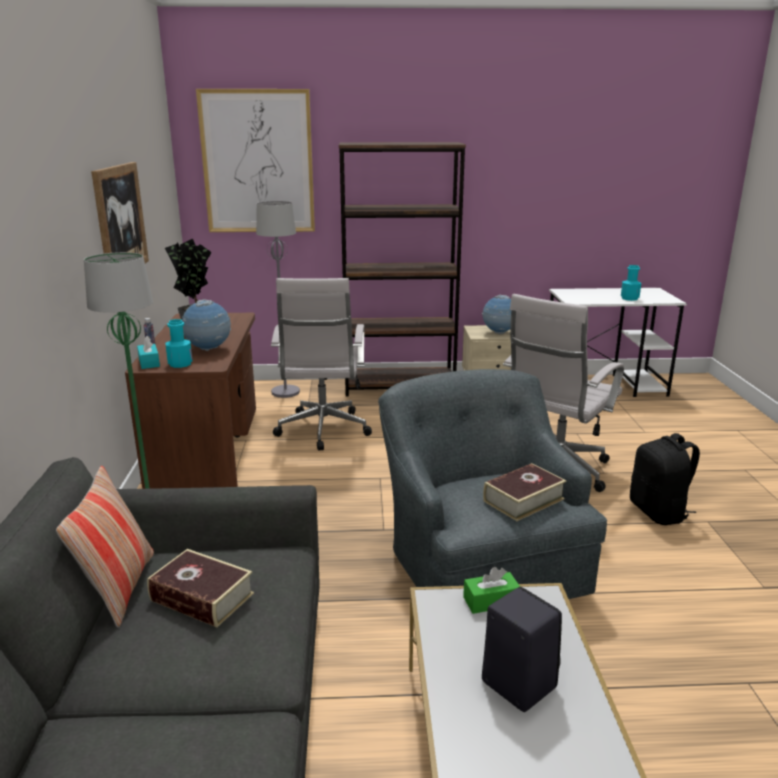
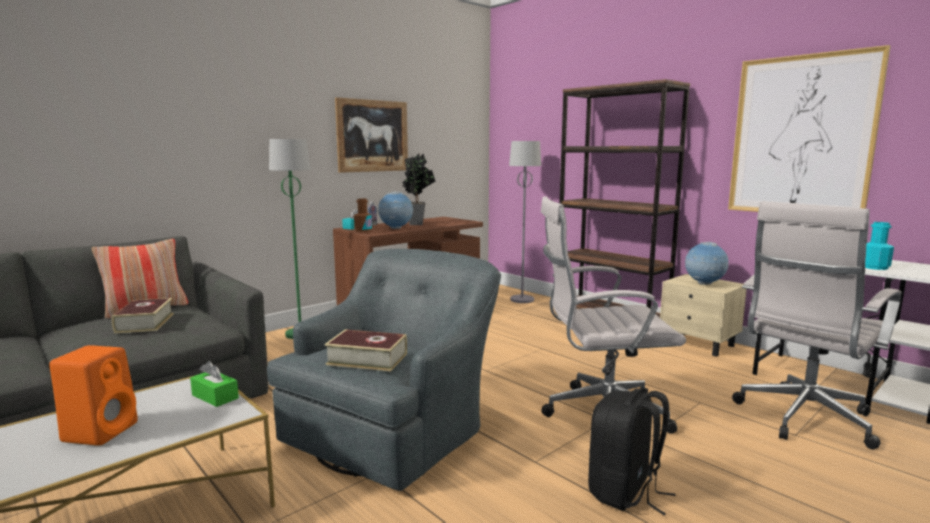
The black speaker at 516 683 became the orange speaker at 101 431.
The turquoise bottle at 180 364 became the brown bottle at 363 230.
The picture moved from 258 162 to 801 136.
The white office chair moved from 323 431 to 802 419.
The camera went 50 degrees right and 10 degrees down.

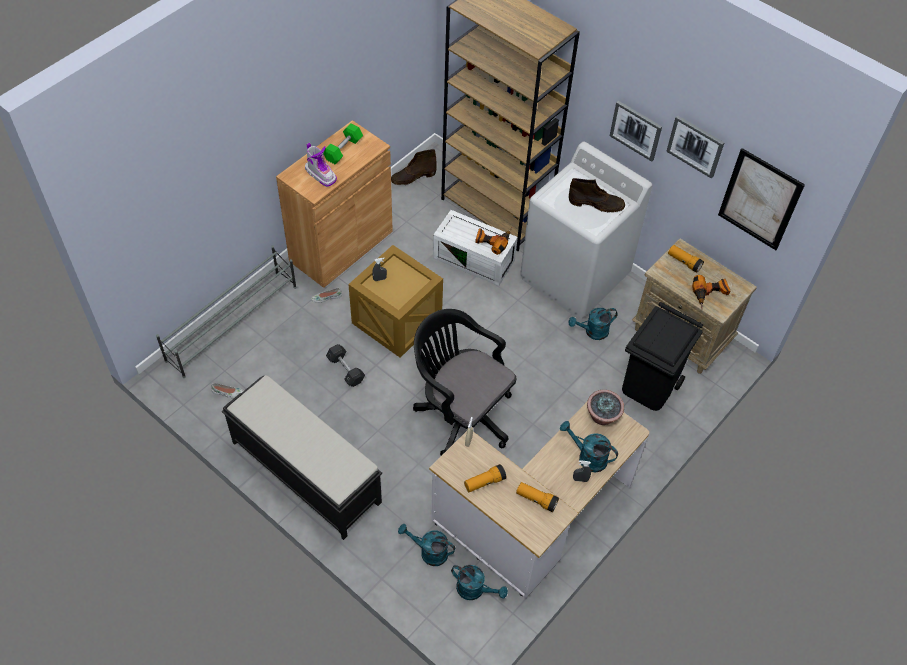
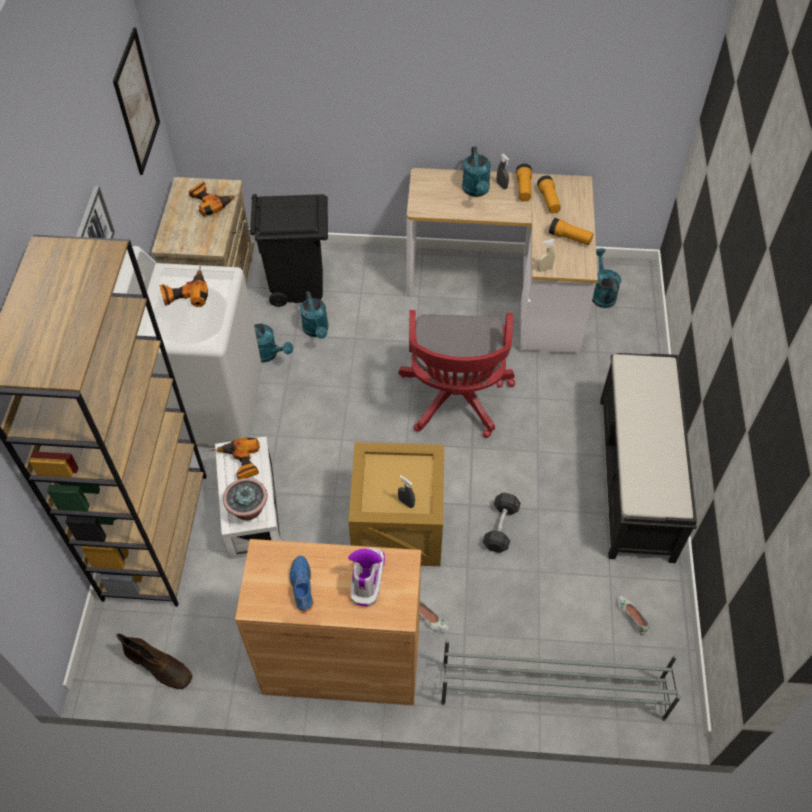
The brown boot at 596 204 was replaced by the power drill at 185 292.
The potted plant moved from 602 417 to 248 509.
The green dumbbell at 343 149 was replaced by the blue shoe at 301 586.
The turquoise watering can moved from 429 552 to 317 330.
The black office chair at 460 413 became the red office chair at 455 400.
The flashlight moved from 684 262 to 523 188.
The picture at 695 146 disappeared.
The camera went 125 degrees left and 0 degrees up.

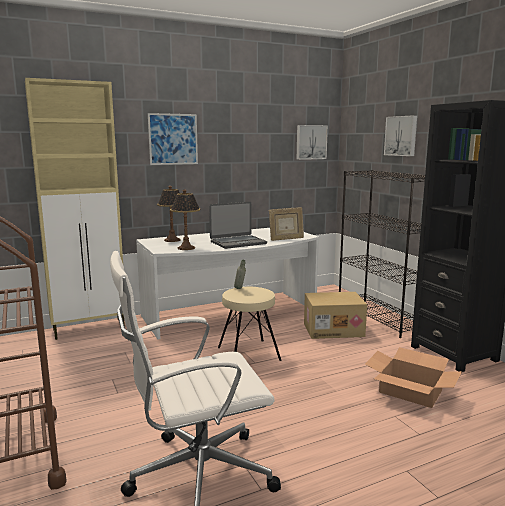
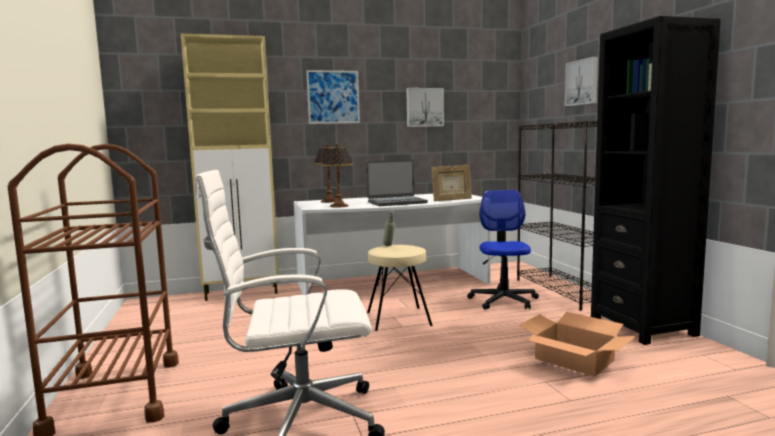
The picture moved from 311 142 to 424 107.
The cardboard box at 333 329 was replaced by the office chair at 503 300.
The camera went 10 degrees right and 5 degrees down.

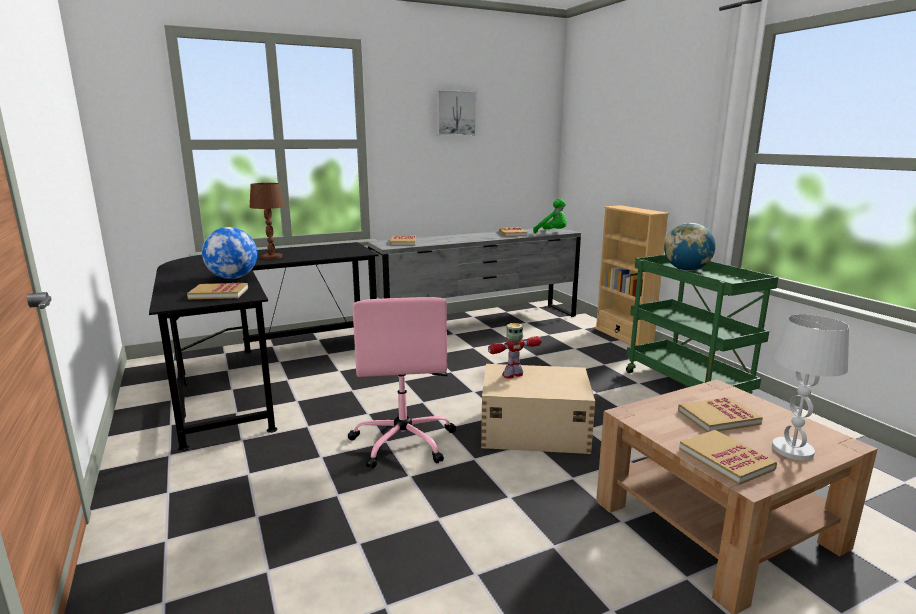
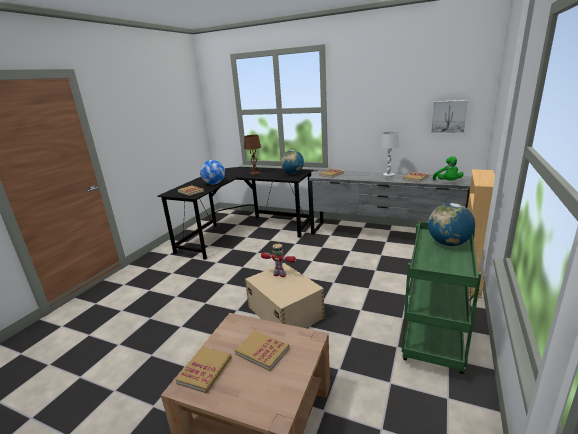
The globe at 293 173 appeared.
The white table lamp moved from 793 450 to 388 175.
The picture moved from 455 113 to 448 117.
The pink office chair at 403 441 disappeared.
The camera went 50 degrees right and 5 degrees up.

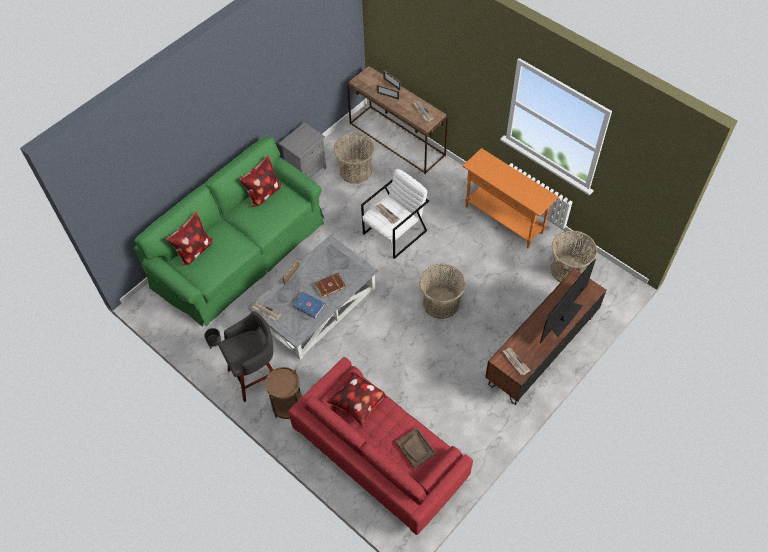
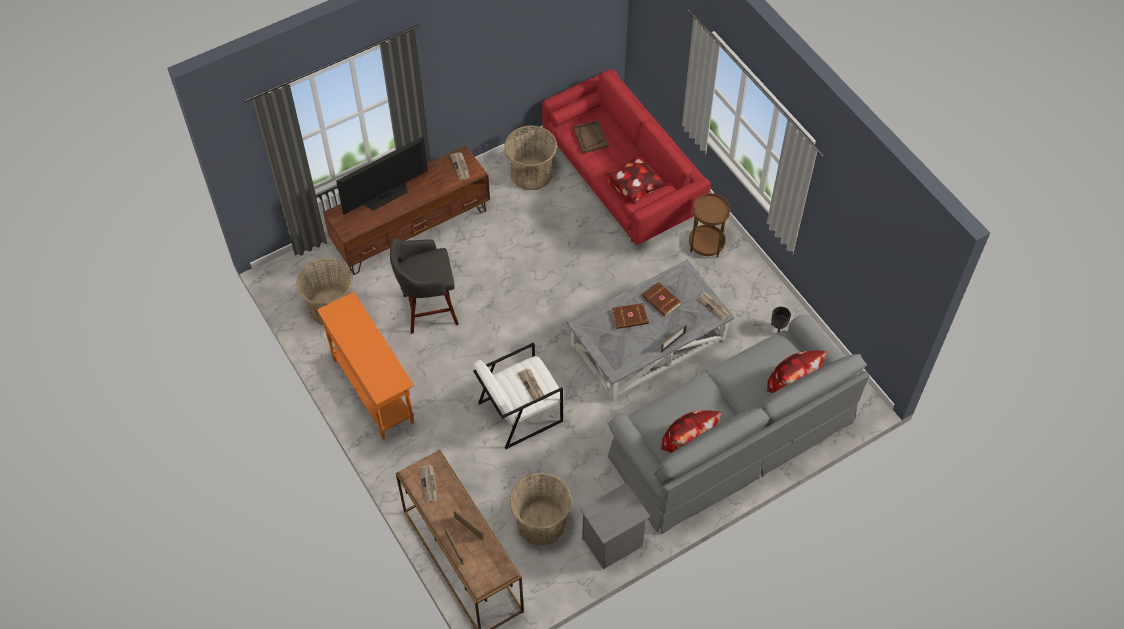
The grey stool moved from 256 376 to 428 310.
The basket moved from 441 303 to 531 173.
The green sofa at 240 252 became the grey sofa at 730 438.
The blue book at 309 305 became the brown book at 661 301.
The camera went 165 degrees left and 0 degrees up.

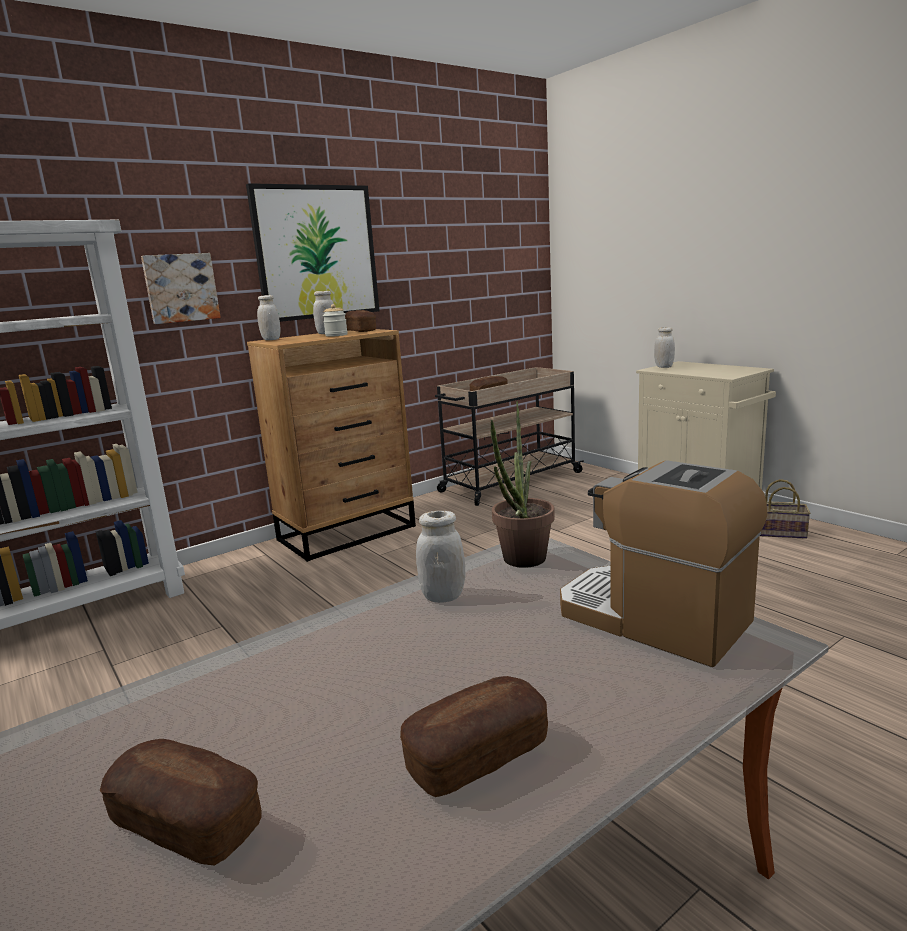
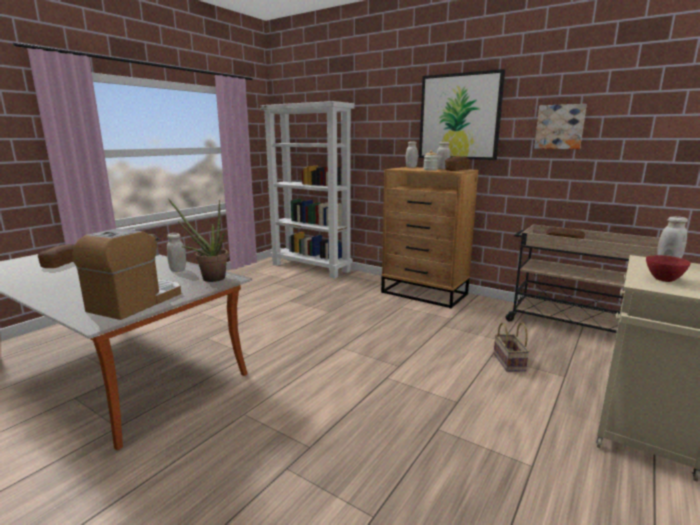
The basket moved from 781 532 to 510 362.
The picture moved from 181 288 to 559 127.
The red bowl at 663 279 appeared.
The bread at 477 756 disappeared.
The camera went 70 degrees right and 0 degrees up.

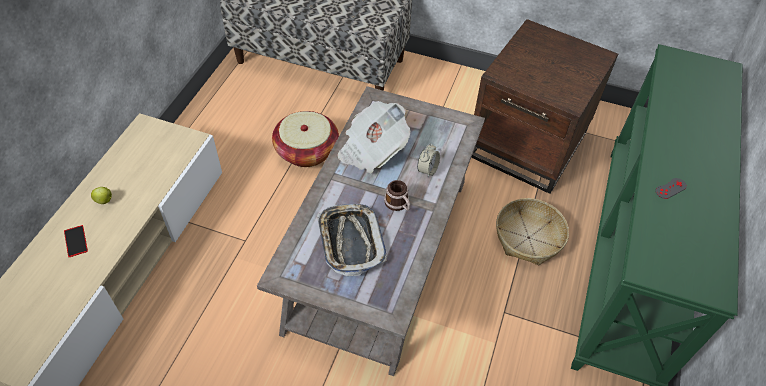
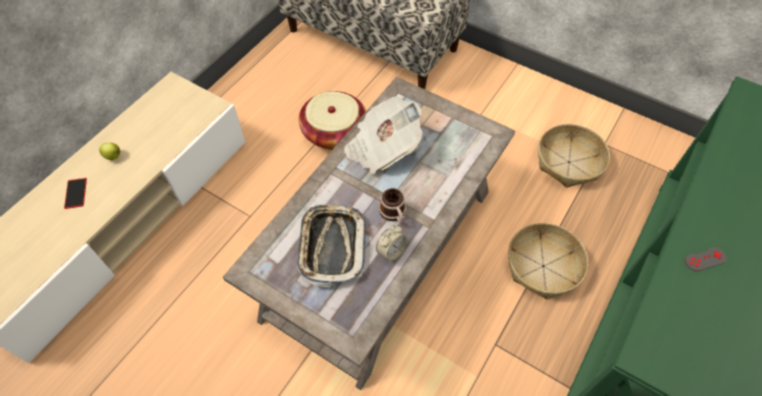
The alarm clock moved from 427 170 to 391 251.
The brown side table at 528 144 was replaced by the basket at 569 162.
The camera went 15 degrees right and 5 degrees up.

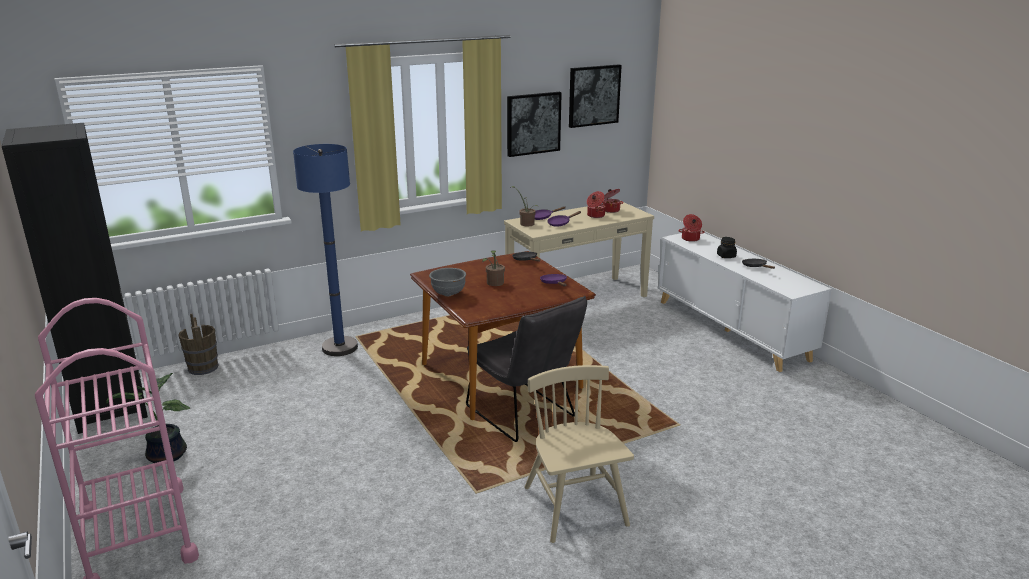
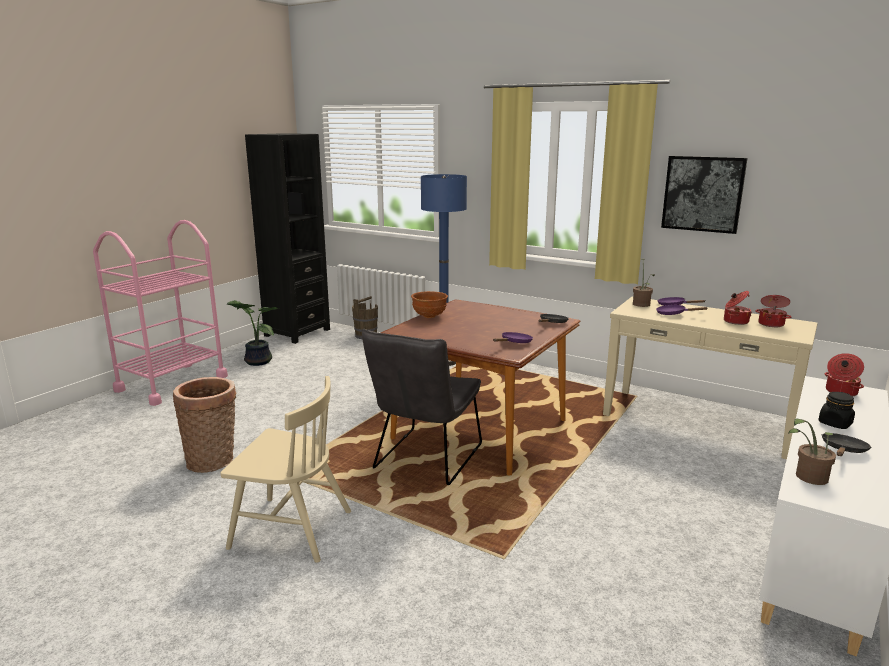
The basket at 213 460 appeared.
The beige chair at 575 506 turned 60 degrees clockwise.
The grey bowl at 448 294 became the brown bowl at 430 316.
The potted plant moved from 494 283 to 807 477.
The picture at 593 95 disappeared.
The camera went 60 degrees right and 5 degrees down.

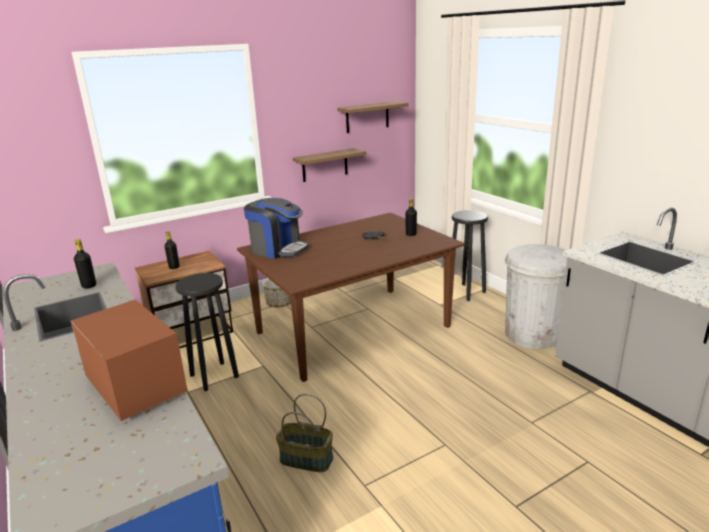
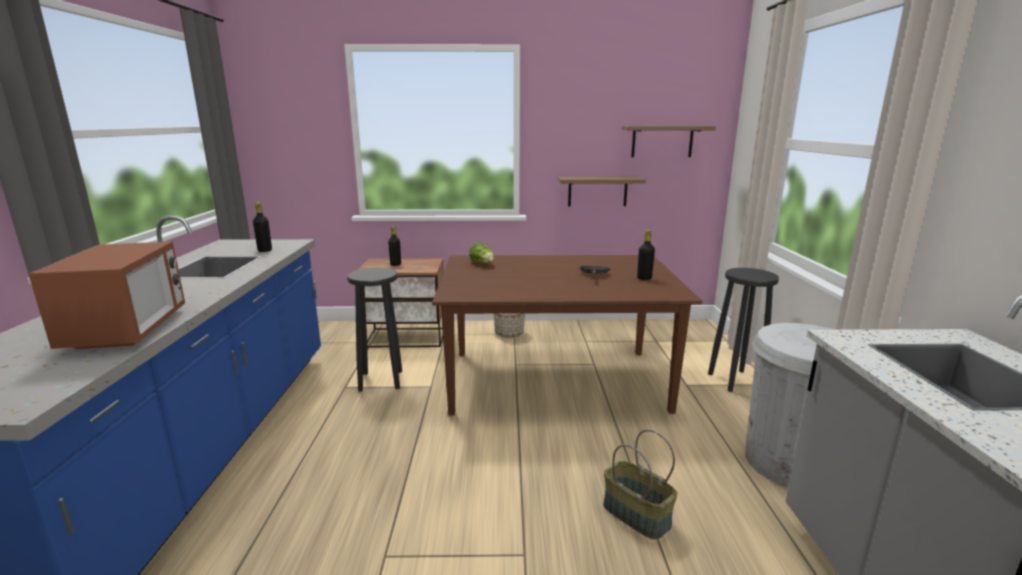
The coffee machine at 278 249 was replaced by the lettuce at 483 263.
The basket moved from 305 460 to 635 515.
The camera went 30 degrees right and 5 degrees down.

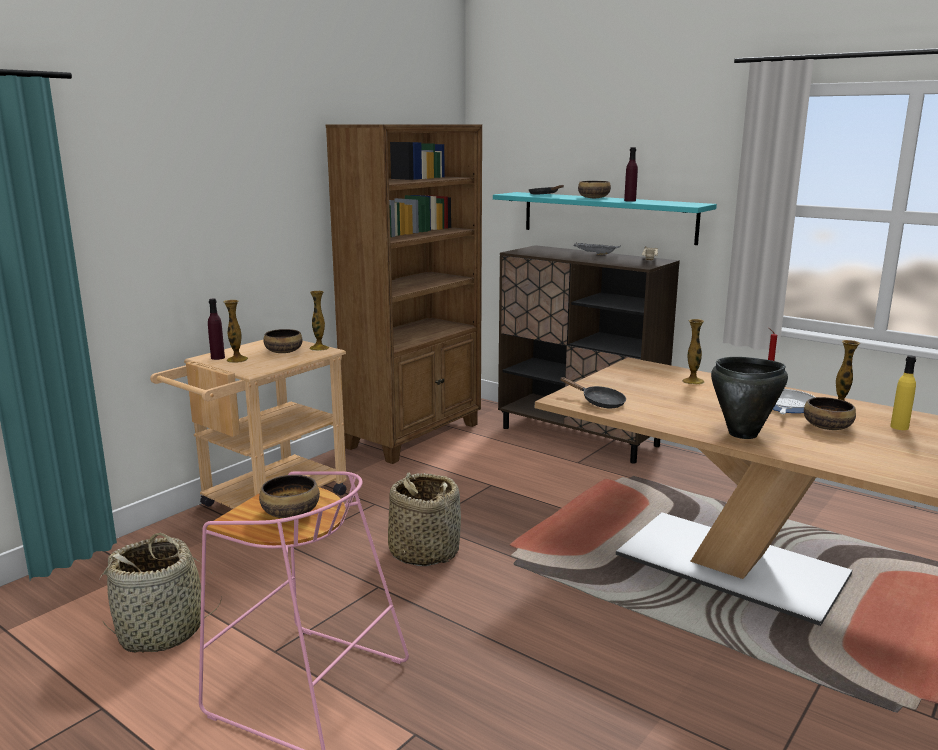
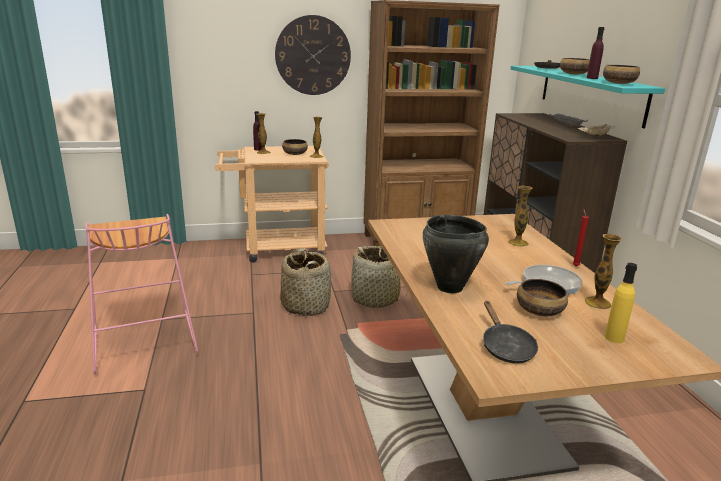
The wall clock at 313 55 appeared.
The basket moved from 162 631 to 375 299.
The black frying pan moved from 599 402 to 505 347.
The bowl moved from 290 512 to 618 83.
The camera went 40 degrees right and 5 degrees up.

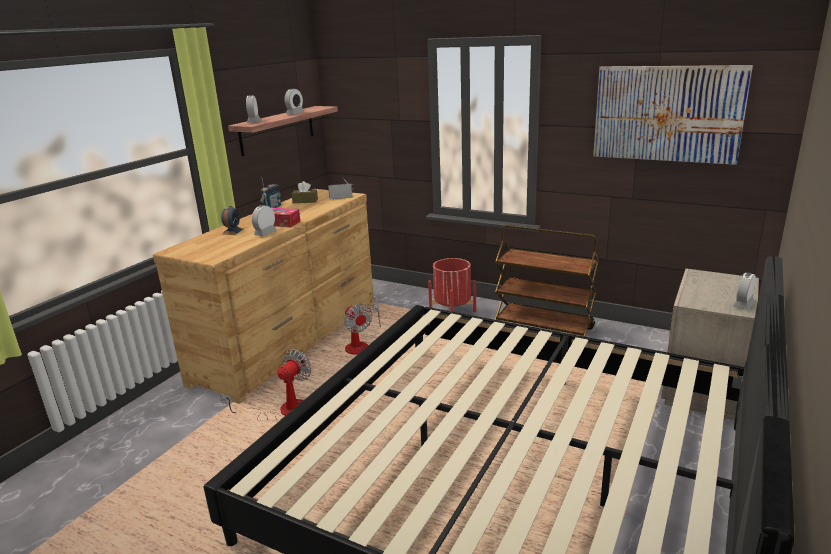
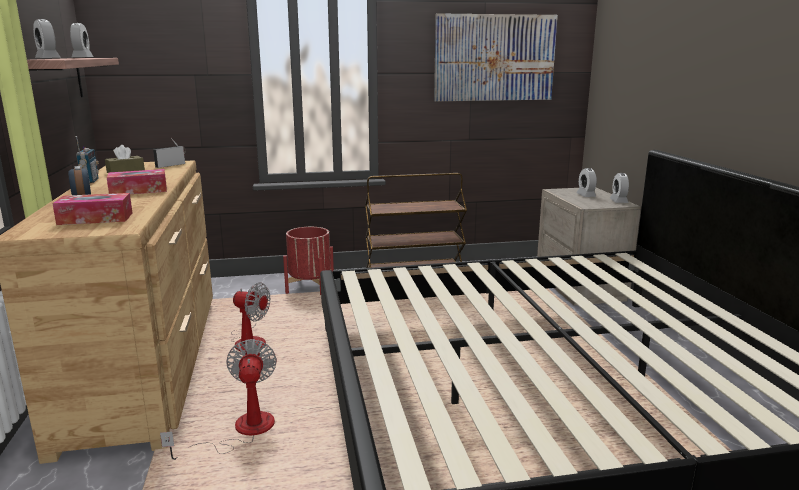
The tissue box at 95 218 appeared.
The alarm clock moved from 265 233 to 586 195.
The camera went 40 degrees left and 5 degrees down.

